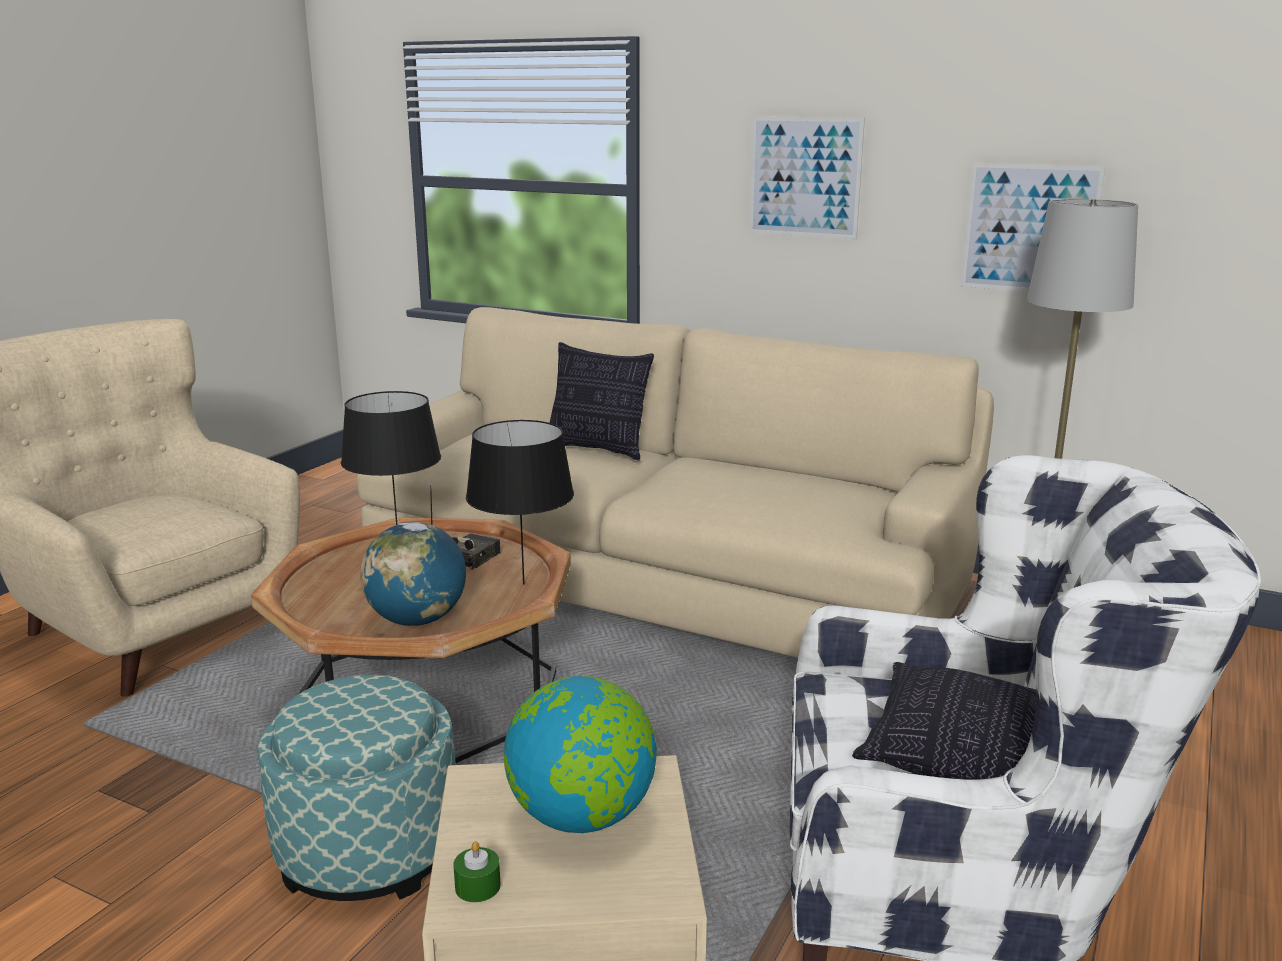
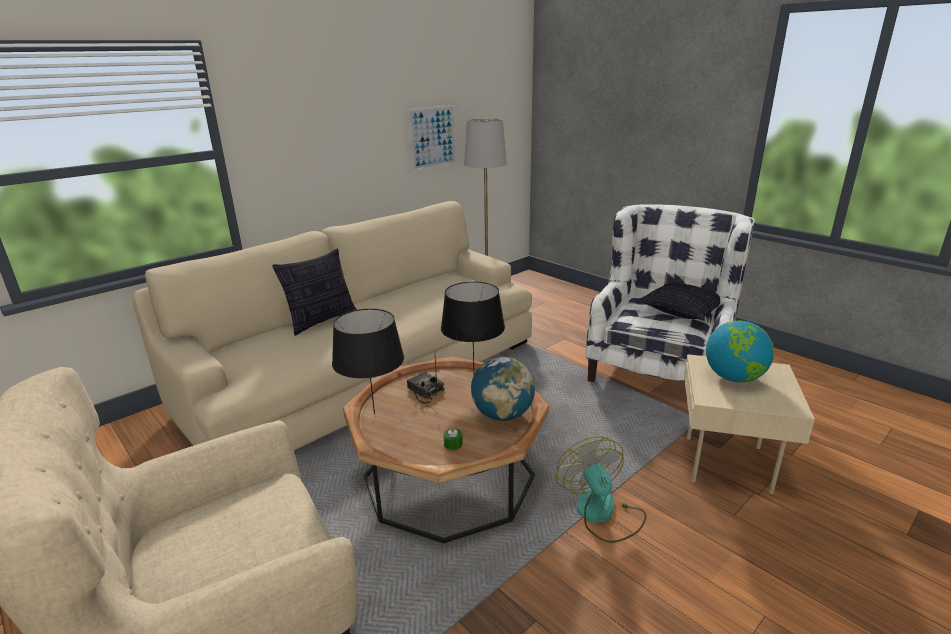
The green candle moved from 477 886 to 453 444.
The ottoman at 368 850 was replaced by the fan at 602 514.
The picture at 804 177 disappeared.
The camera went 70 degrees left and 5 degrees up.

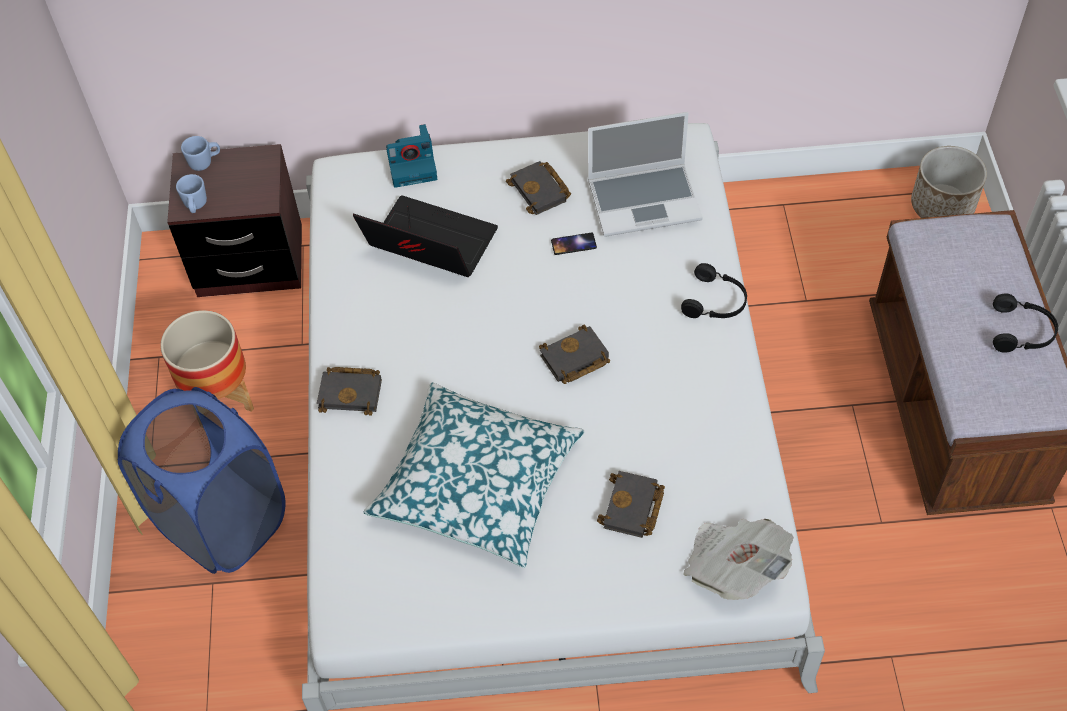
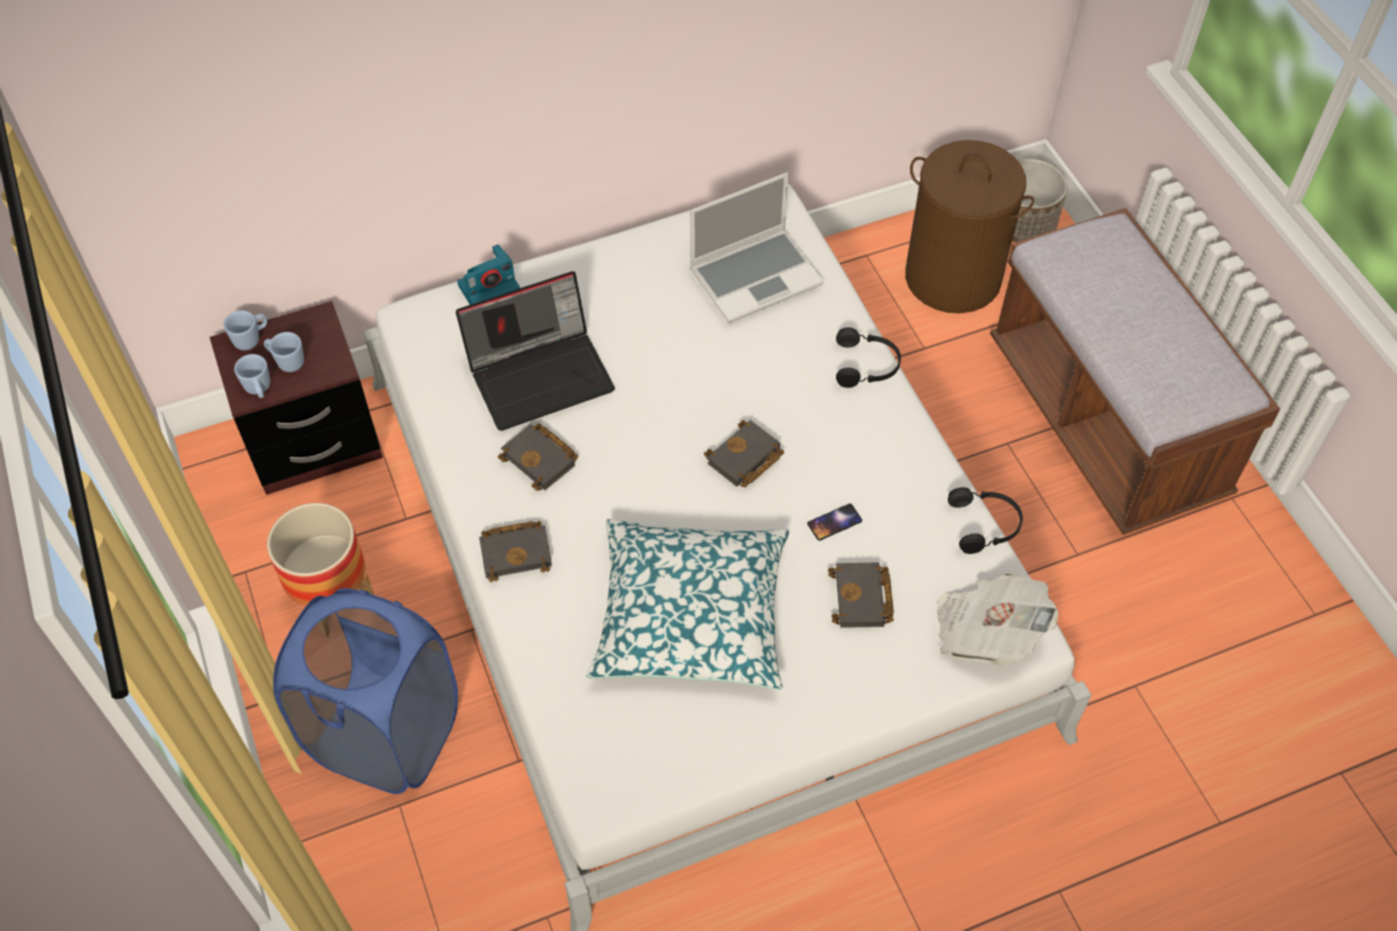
The blue mug at 287 361 appeared.
The laptop at 428 245 turned 150 degrees clockwise.
The black book moved from 541 191 to 542 460.
The phone moved from 573 244 to 834 522.
The brown laundry basket at 952 277 appeared.
The black headphones moved from 1022 332 to 985 525.
The camera went 20 degrees left and 0 degrees up.

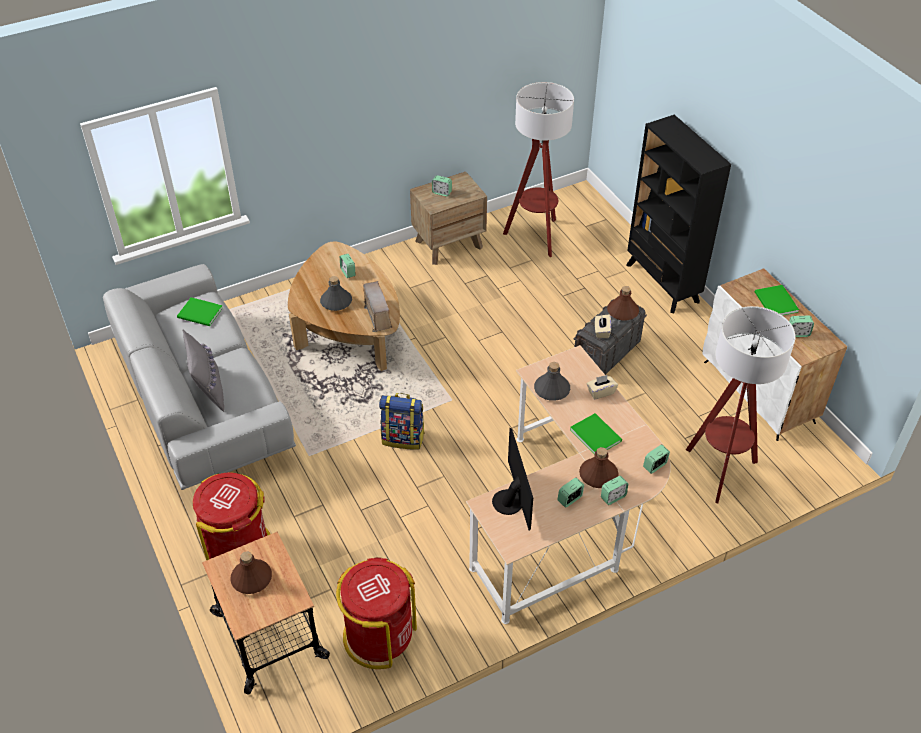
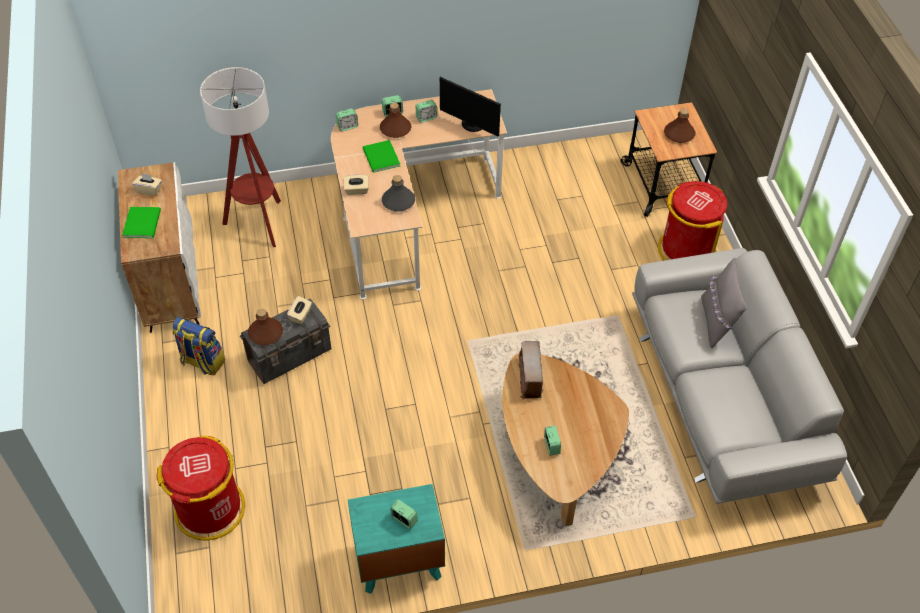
The alarm clock at 798 333 was replaced by the beige tissue box at 149 190.
The red trash can moved from 378 635 to 210 509.
The backpack moved from 403 438 to 202 362.
The brown nightstand at 449 244 became the turquoise nightstand at 398 560.
The monitor at 511 501 turned 60 degrees counterclockwise.
The green book at 200 314 disappeared.
The grey bottle at 336 302 disappeared.
The floor lamp at 536 236 disappeared.
The black bookcase at 662 283 disappeared.
The camera went 165 degrees left and 5 degrees up.

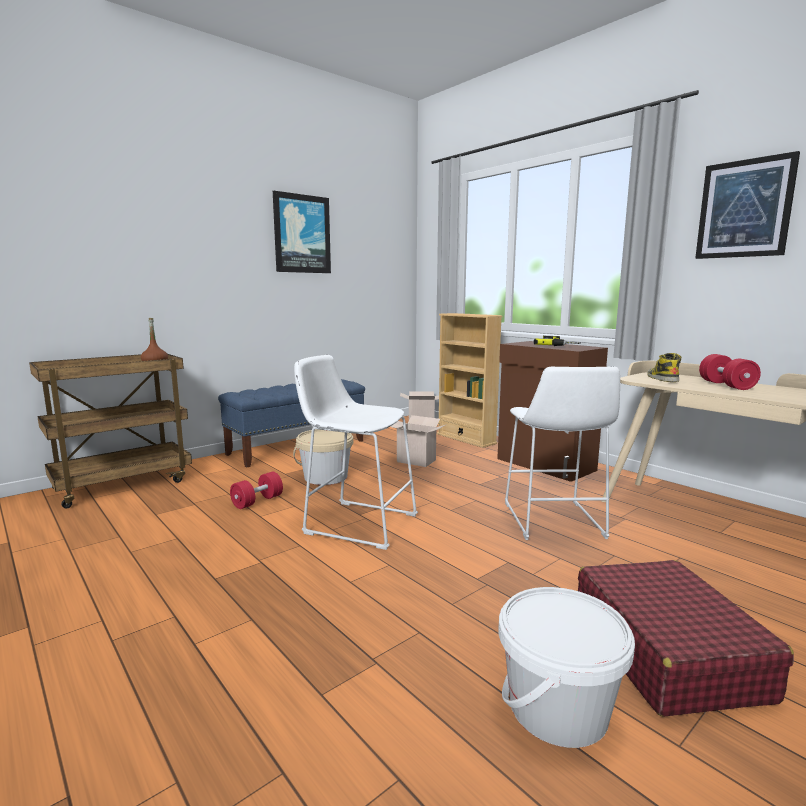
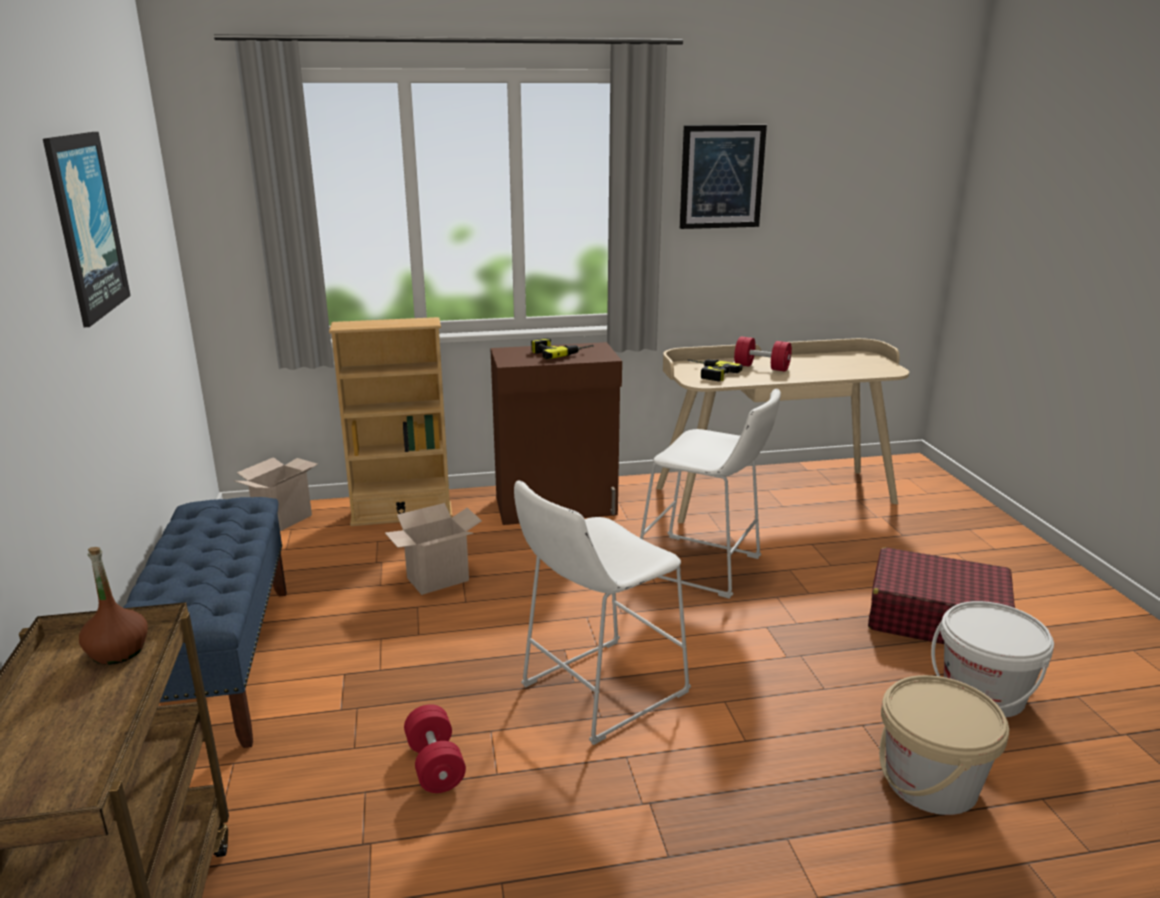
The boot at 661 378 was replaced by the power drill at 707 373.
The beige bucket moved from 325 477 to 930 782.
The camera went 60 degrees left and 10 degrees up.

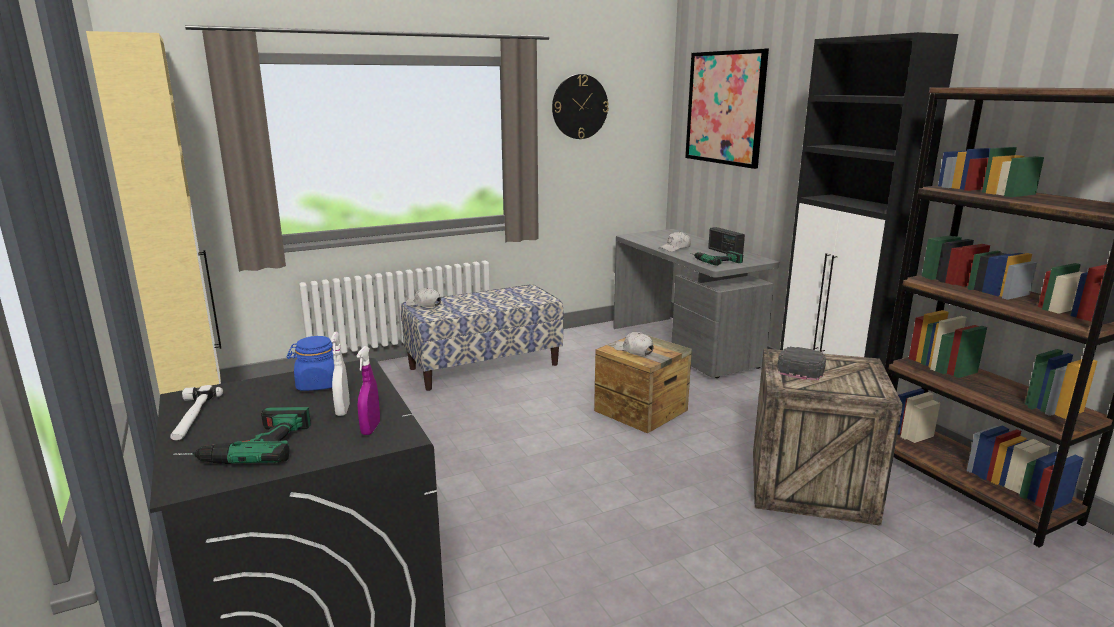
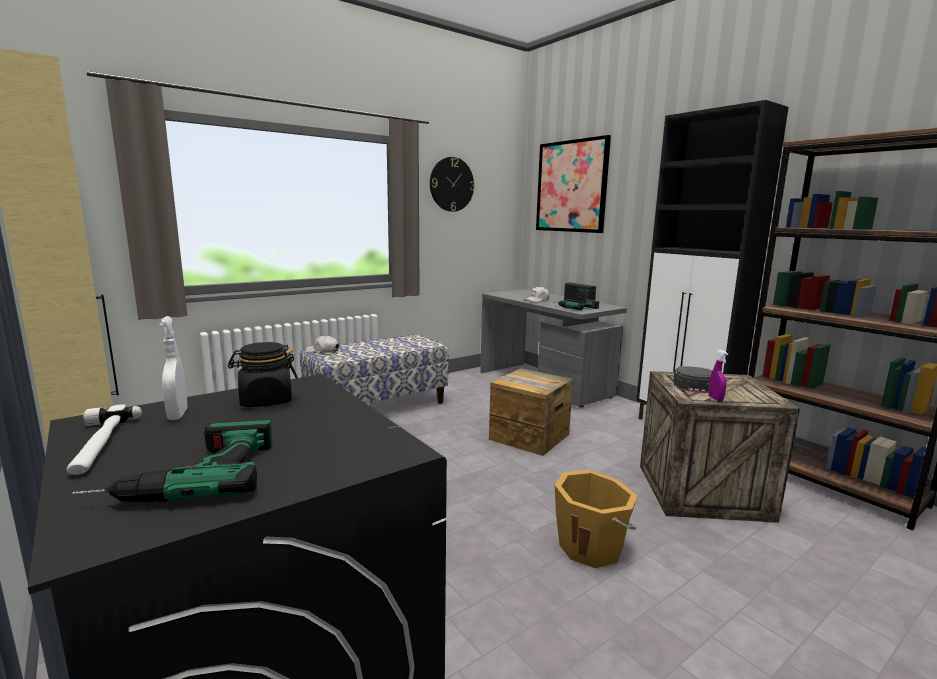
The white spray bottle moved from 342 410 to 177 414.
The blue jar at 318 384 became the black jar at 266 401.
The orange bucket at 591 547 appeared.
The purple spray bottle moved from 370 429 to 715 399.
The white cap at 634 350 disappeared.
The camera went 10 degrees left and 5 degrees down.

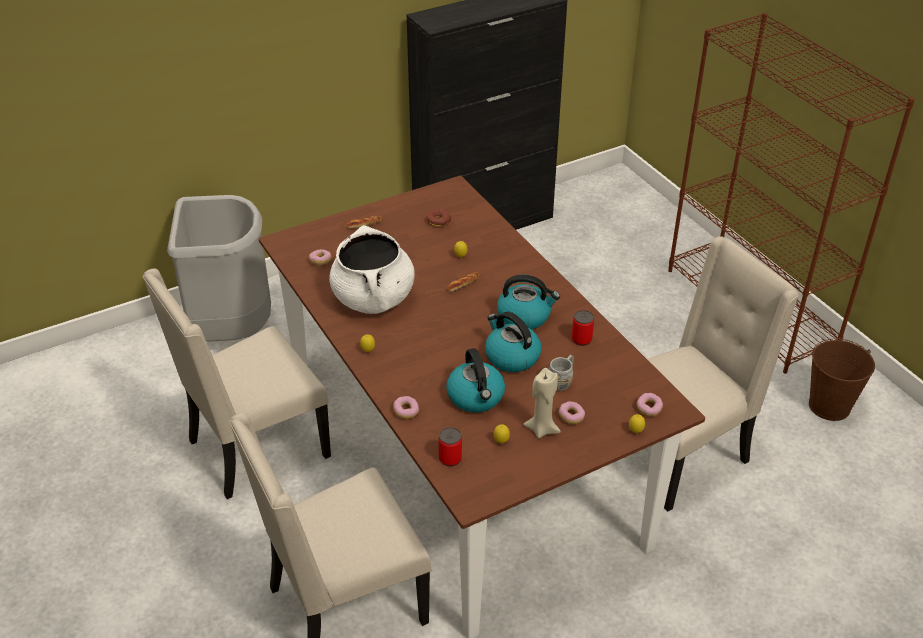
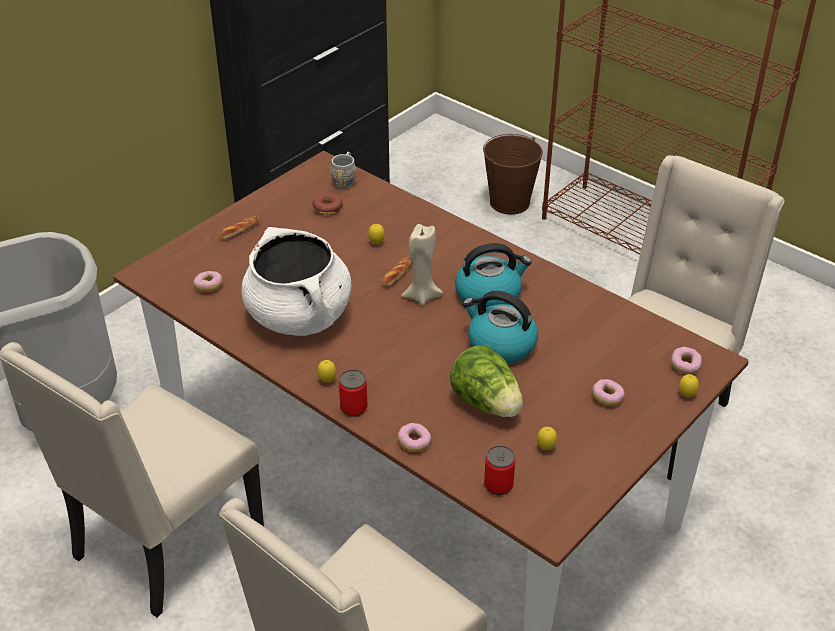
The grey mug moved from 562 381 to 345 180.
The can moved from 581 339 to 353 408.
The beige candle moved from 542 429 to 421 296.
The kettle at 476 397 was replaced by the lettuce at 487 403.
The brown bucket moved from 829 406 to 510 203.
The camera went 20 degrees left and 0 degrees up.

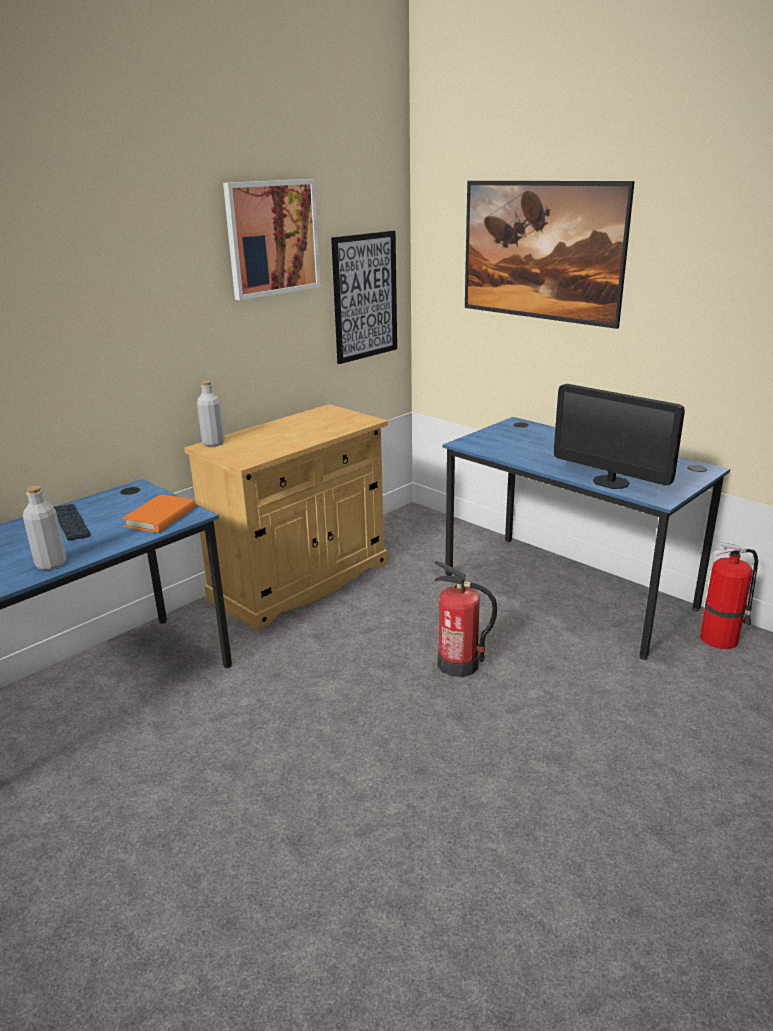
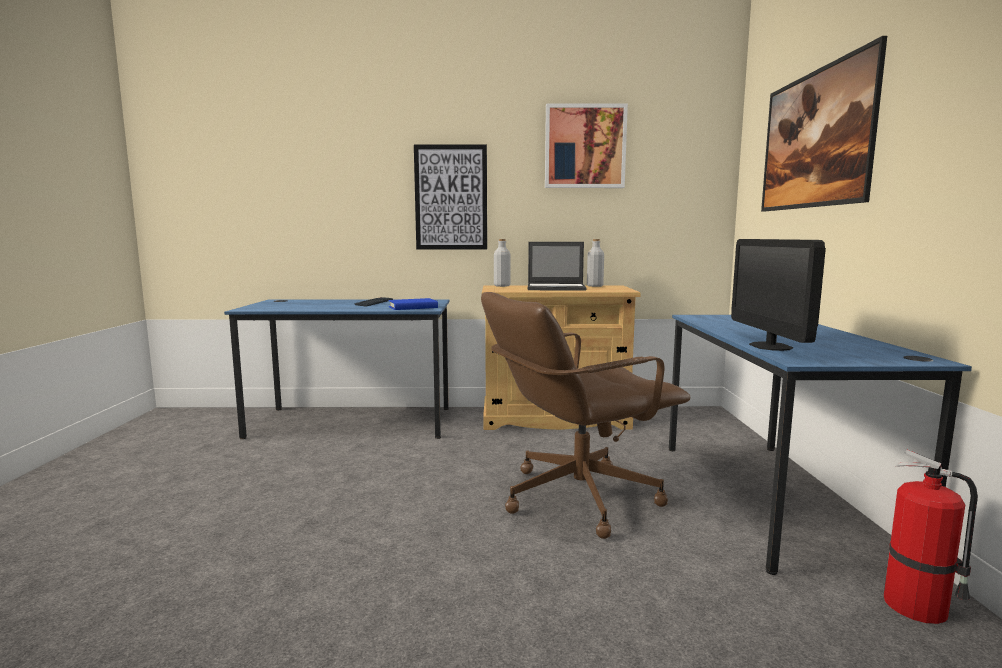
The orange book at 160 517 became the blue book at 413 307.
The picture moved from 365 296 to 451 197.
The fire extinguisher at 459 664 was replaced by the brown office chair at 577 497.
The laptop at 557 288 appeared.
The grey bottle moved from 51 564 to 594 286.
The camera went 45 degrees right and 15 degrees down.

